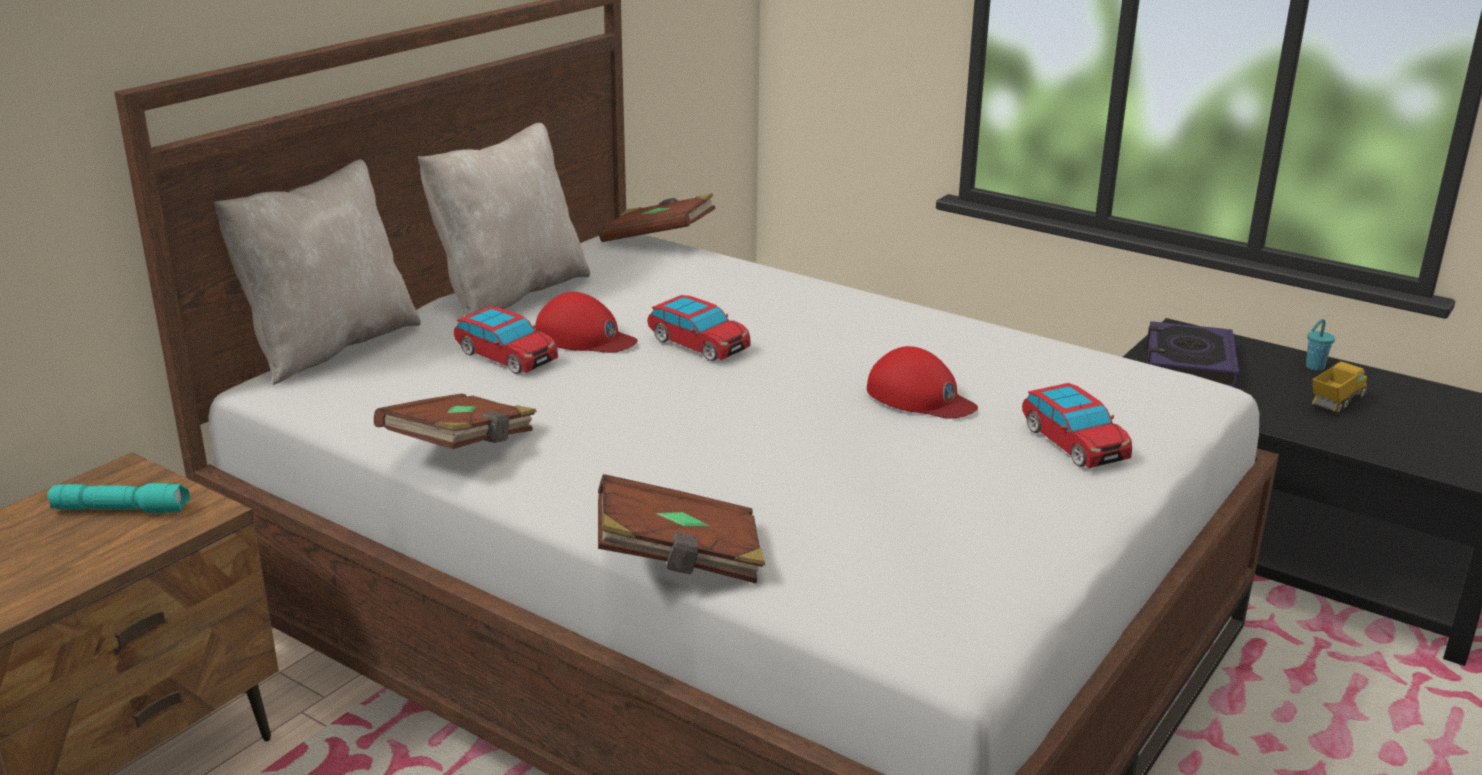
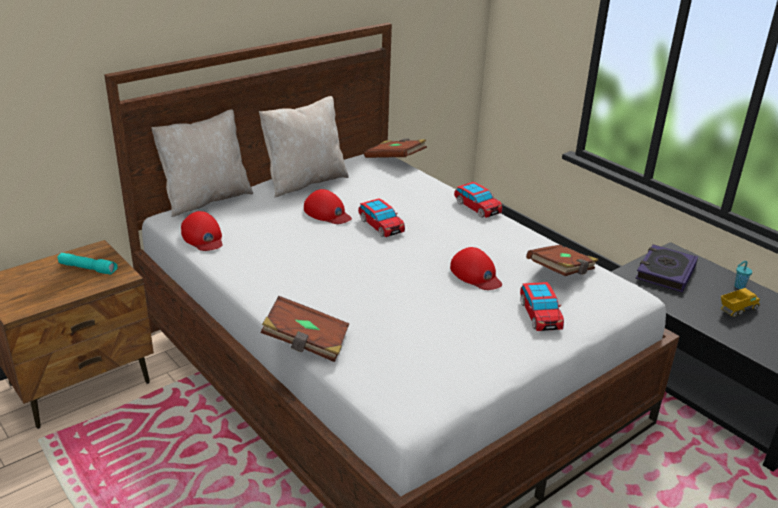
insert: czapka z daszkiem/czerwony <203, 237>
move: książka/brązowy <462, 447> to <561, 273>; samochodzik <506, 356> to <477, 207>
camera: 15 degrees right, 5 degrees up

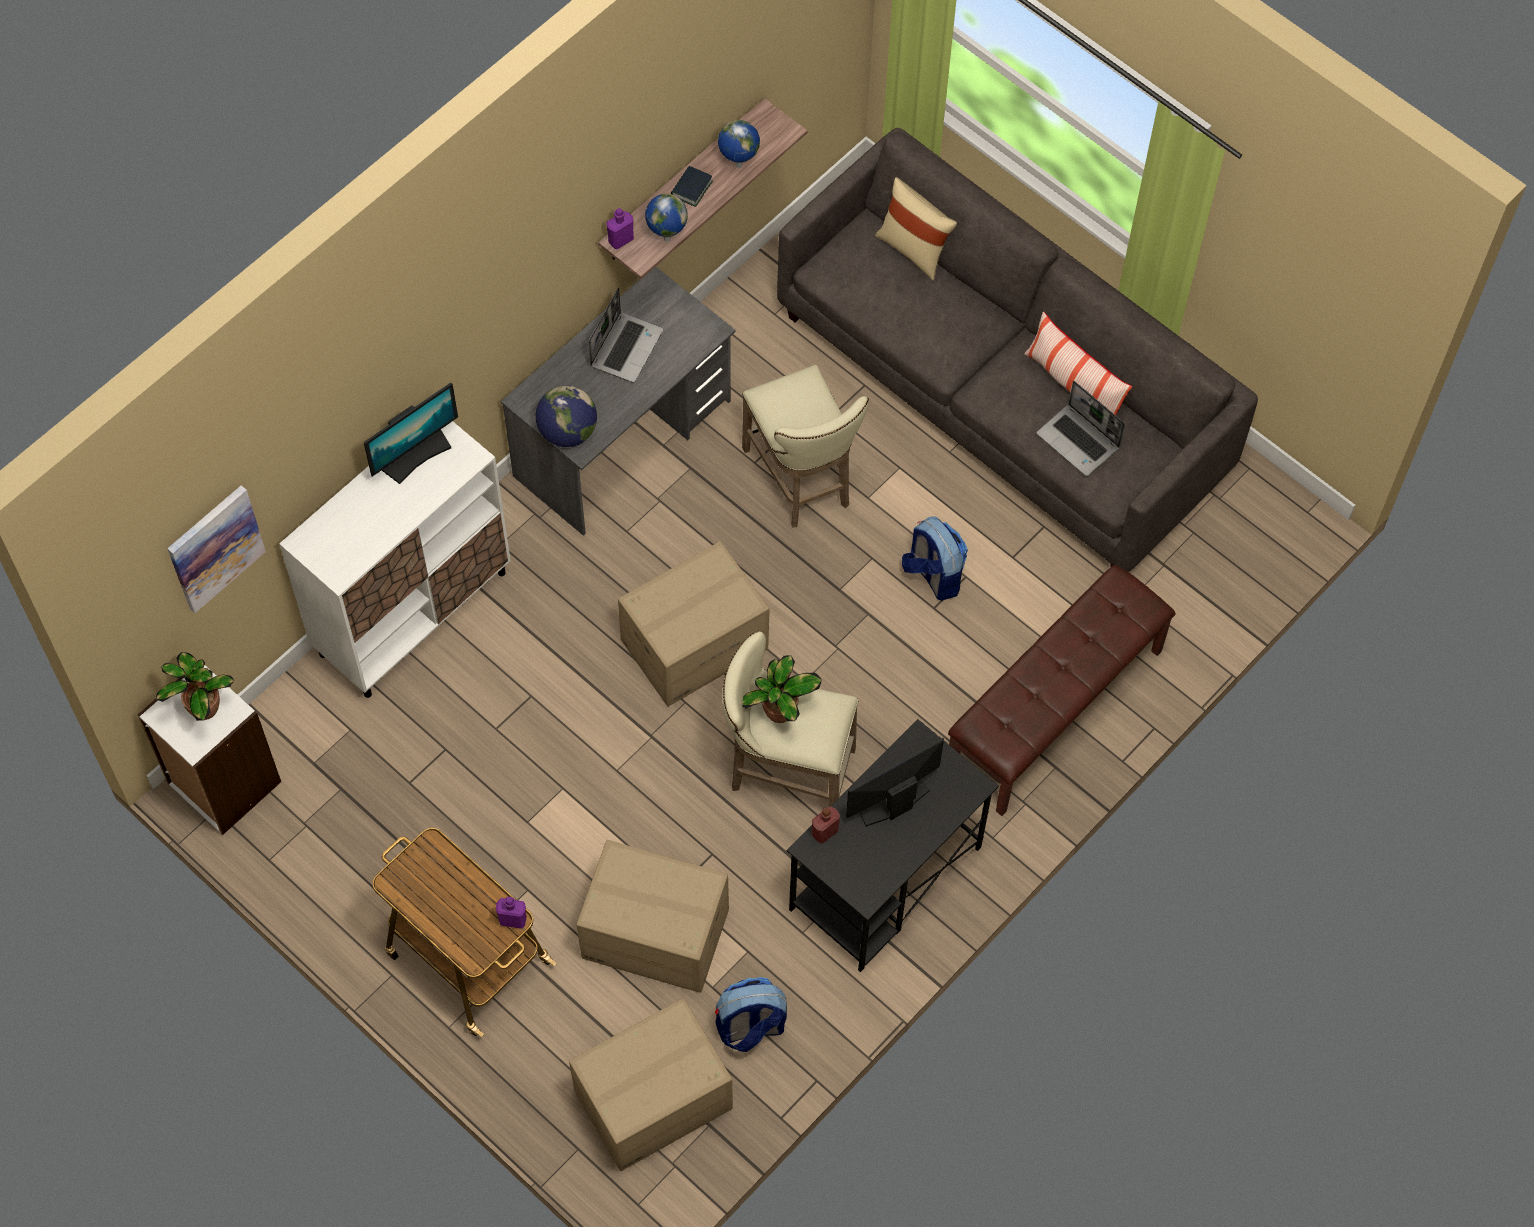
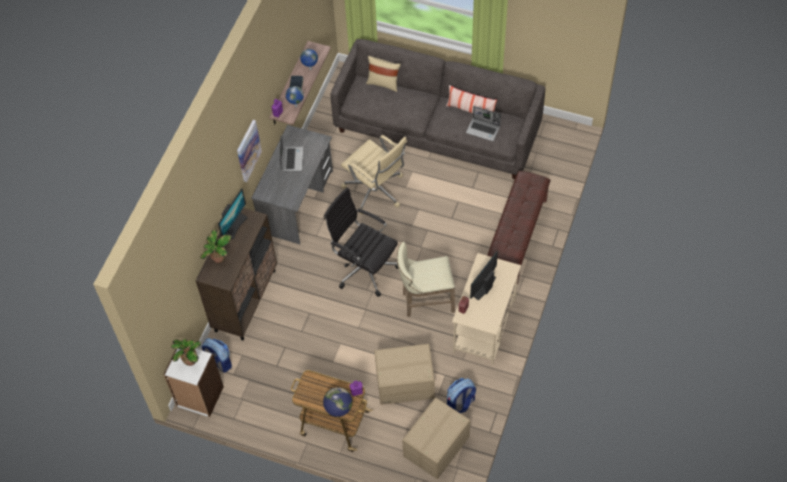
move: obraz <215, 547> to <248, 150>; globus <567, 432> to <338, 408>; roślina doniczkowa <779, 713> to <219, 258>; plecak <933, 575> to <218, 362>
replace: karton <694, 643> to krzesło biurowe/czarny <364, 267>; stołek/beżowy <801, 481> to krzesło biurowe/beżowy <376, 191>
recolor: szafka/biały <414, 613> to szafka/brązowy <245, 300>; biurko/czarny <884, 879> to biurko/beżowy <484, 326>
camera: 20 degrees left, 5 degrees down

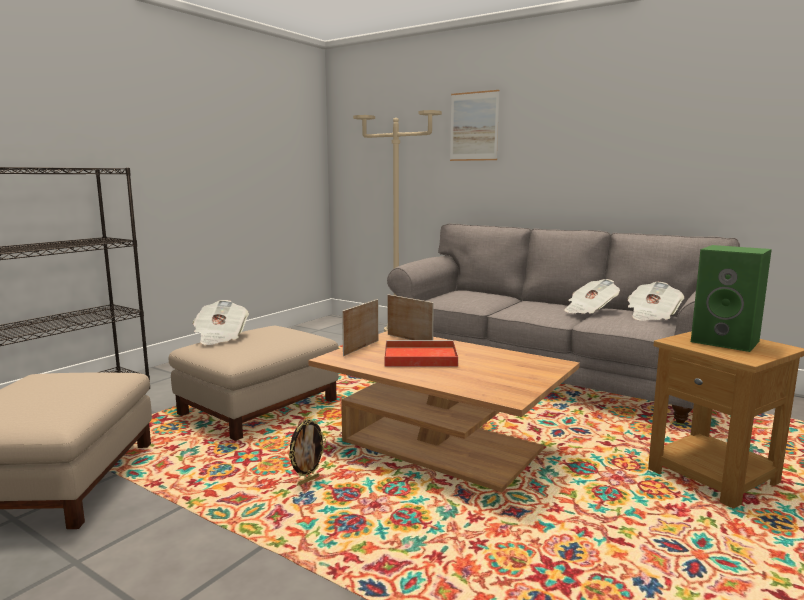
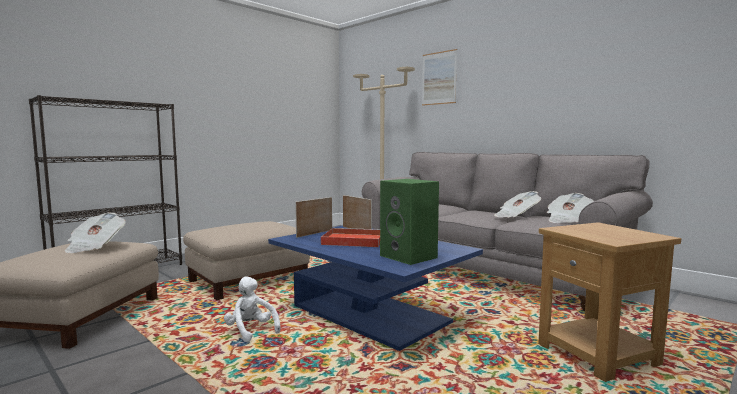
move: gazeta <220, 337> to <94, 247>; głośnik/zielony <727, 341> to <410, 257>
replace: ramka na zdjęcie <308, 481> to pluszak/biały <251, 331>
recolor: ława/brązowy <441, 446> to ława/niebieski <370, 314>
camera: 10 degrees right, 5 degrees down

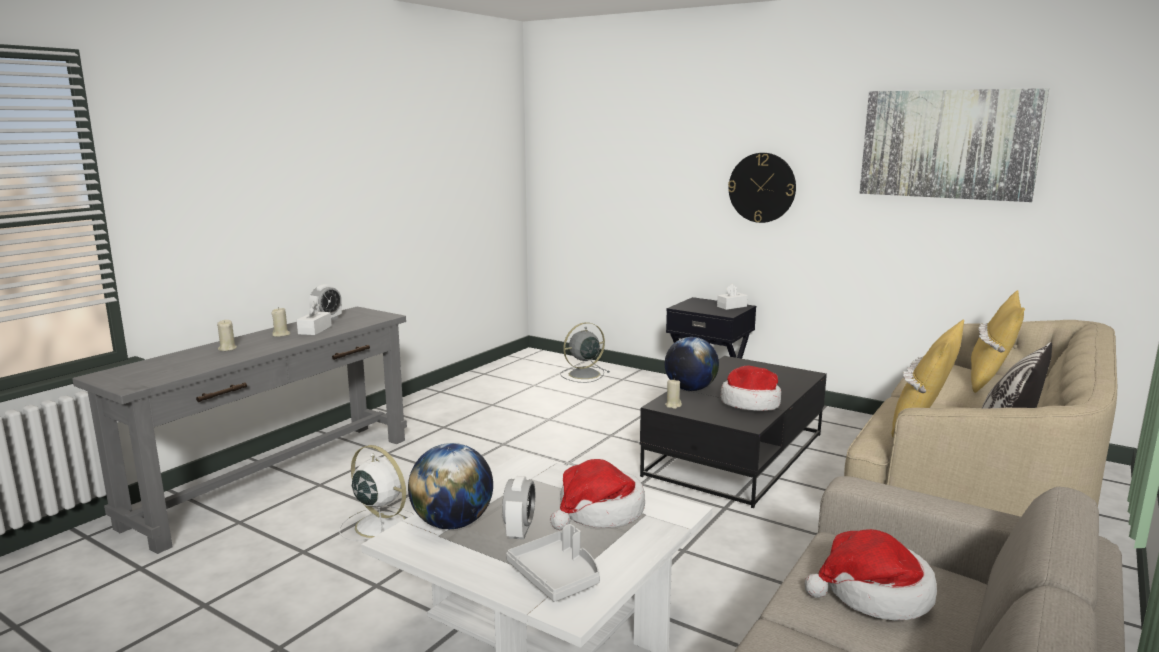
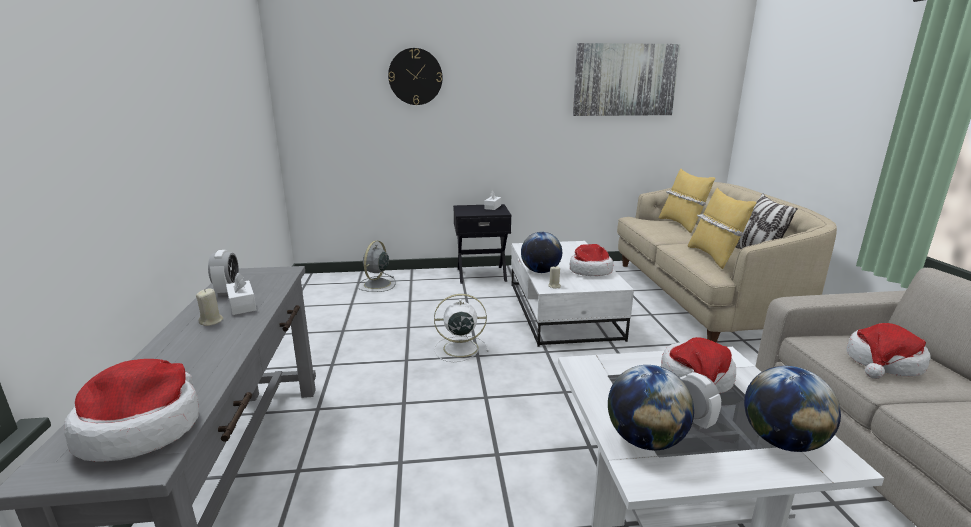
delete: świeca/beżowy <227, 349>
insert: kapelusz <143, 428>
move: wentylator/biały <379, 524> to <459, 348>; zegar ścienny <762, 187> to <415, 77>
replace: taca/szary <557, 576> to globus <782, 441>
recolor: ława/czarny <735, 455> to ława/biały <563, 310>
camera: 40 degrees left, 5 degrees up

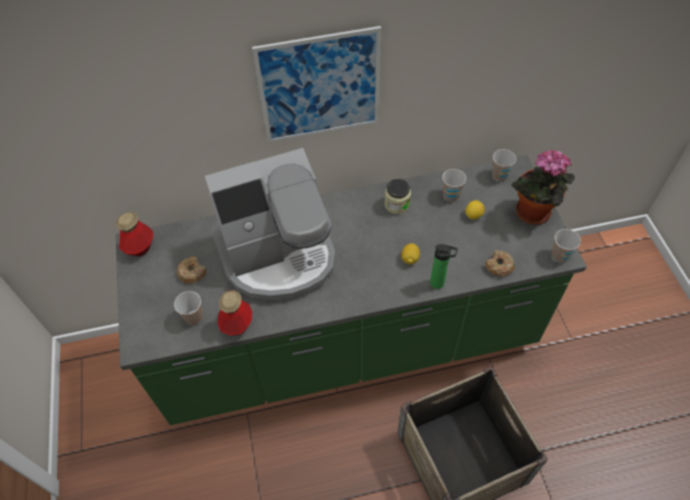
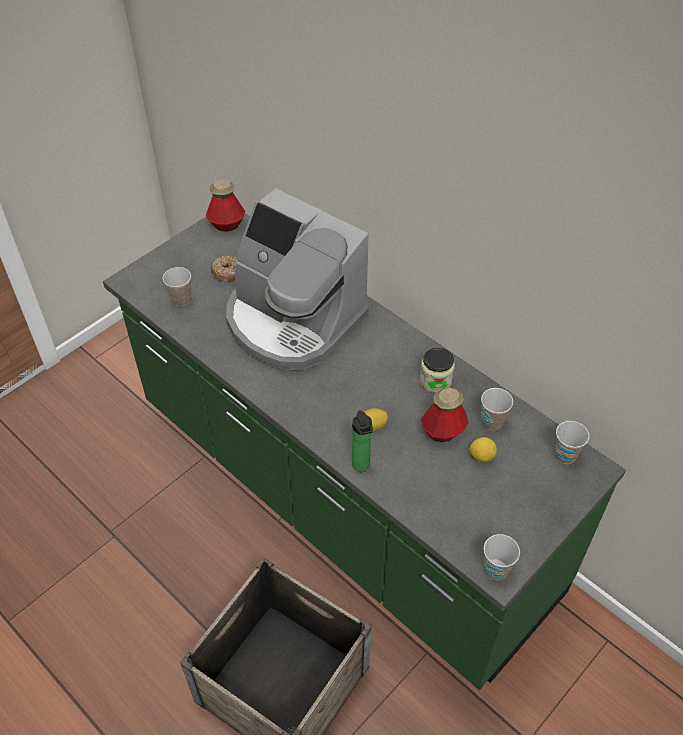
delete: obraz <320, 87>; donut <499, 266>; roślina doniczkowa <532, 214>
move: butelka <237, 324> to <443, 431>
camera: 55 degrees right, 5 degrees down

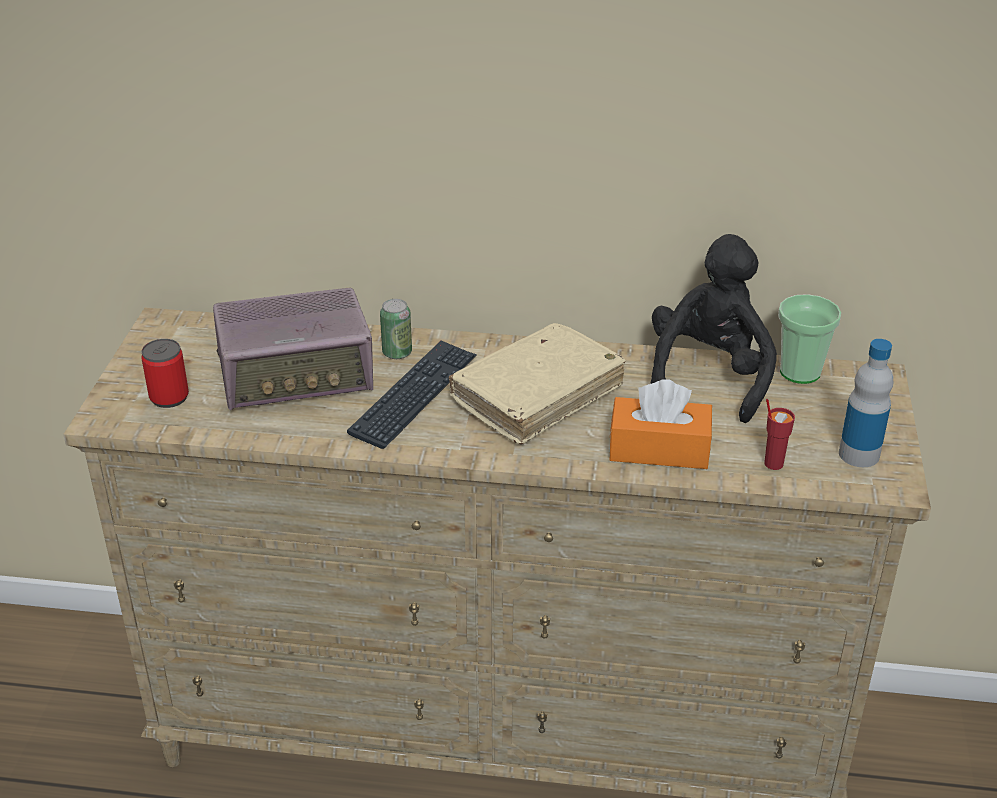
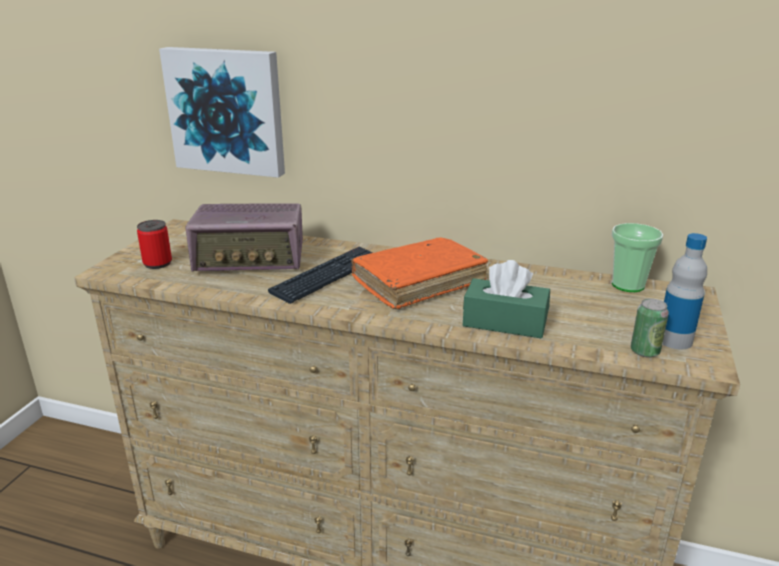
delete: pluszak/czarny <709, 377>; filiżanka/czerwony <773, 463>
insert: obraz <227, 111>
move: puszka <397, 353> to <644, 351>
recolor: książka/beżowy <537, 395> to książka/pomarańczowy <419, 282>; pudełko chusteczek/pomarańczowy <659, 449> to pudełko chusteczek/zielony <505, 322>
camera: 10 degrees right, 10 degrees down

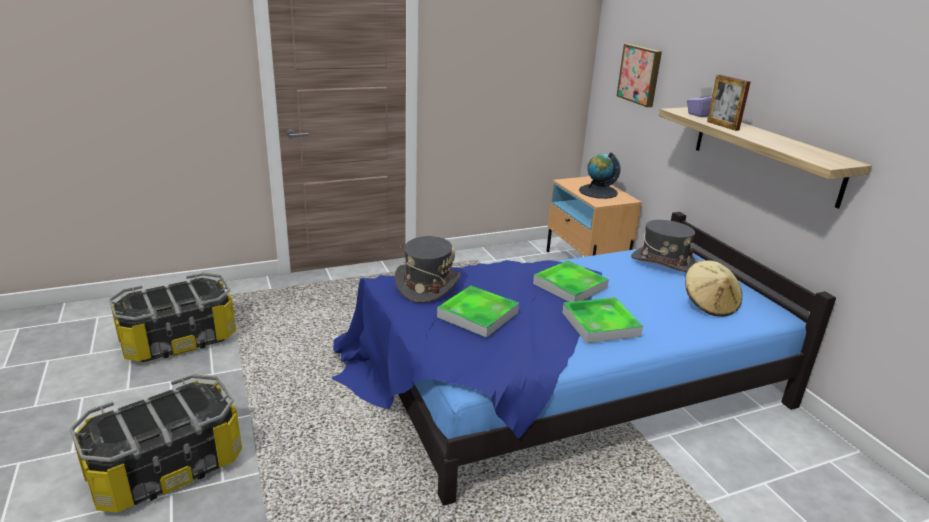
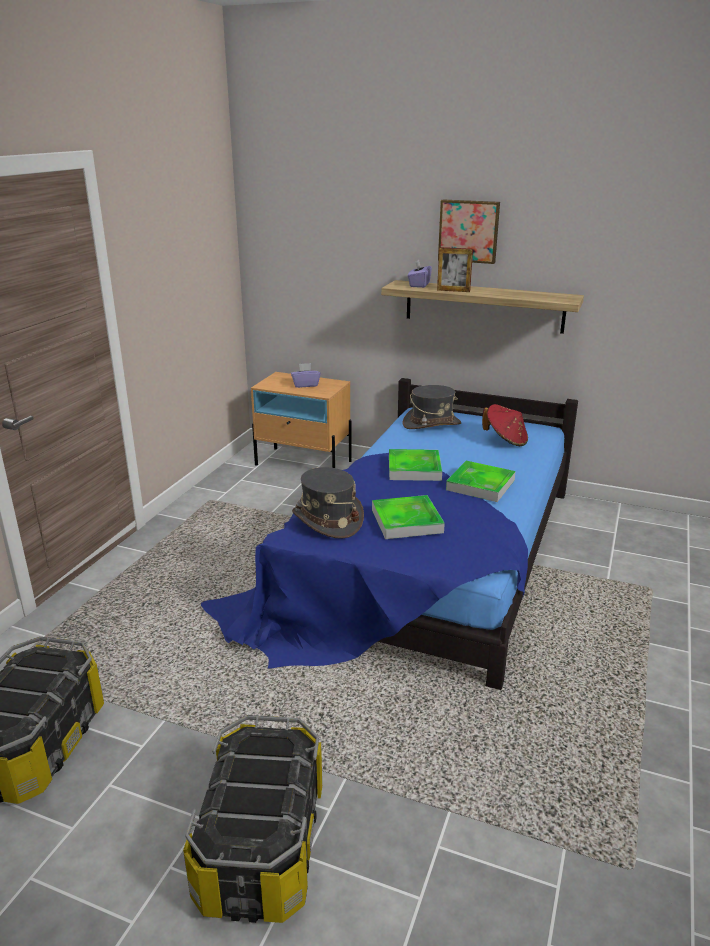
move: obraz <640, 74> to <469, 231>
replace: globus <598, 191> to pudełko chusteczek/fioletowy <305, 385>
recolor: kapelusz/beżowy <709, 304> to kapelusz/czerwony <505, 440>
camera: 45 degrees left, 0 degrees up

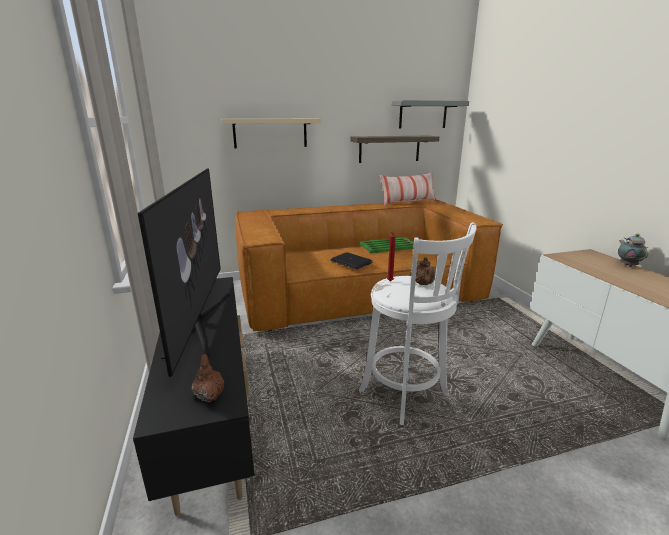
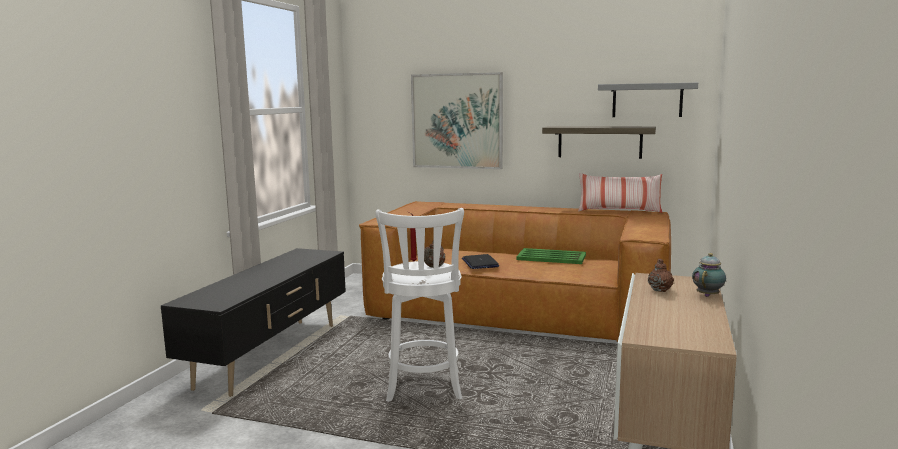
delete: telewizor <200, 322>
move: imbryk/brązowy <209, 395> to <659, 290>
replace: półka/beżowy <270, 133> to obraz <457, 121>
camera: 35 degrees right, 10 degrees down

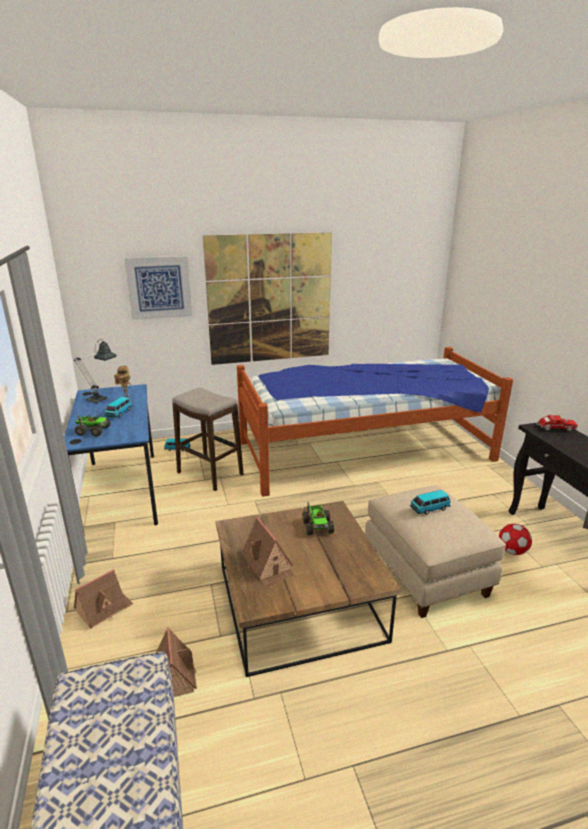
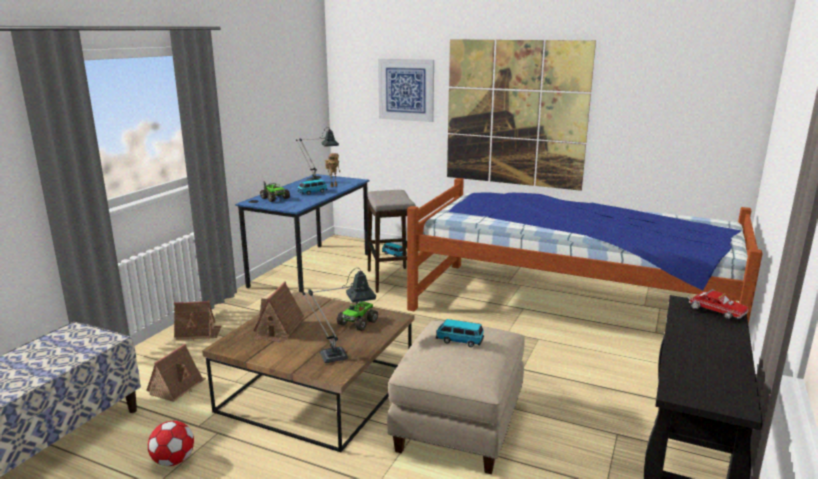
insert: lampa stołowa <341, 355>
move: piłka futbolowa <512, 551> to <173, 461>
camera: 40 degrees right, 5 degrees down

